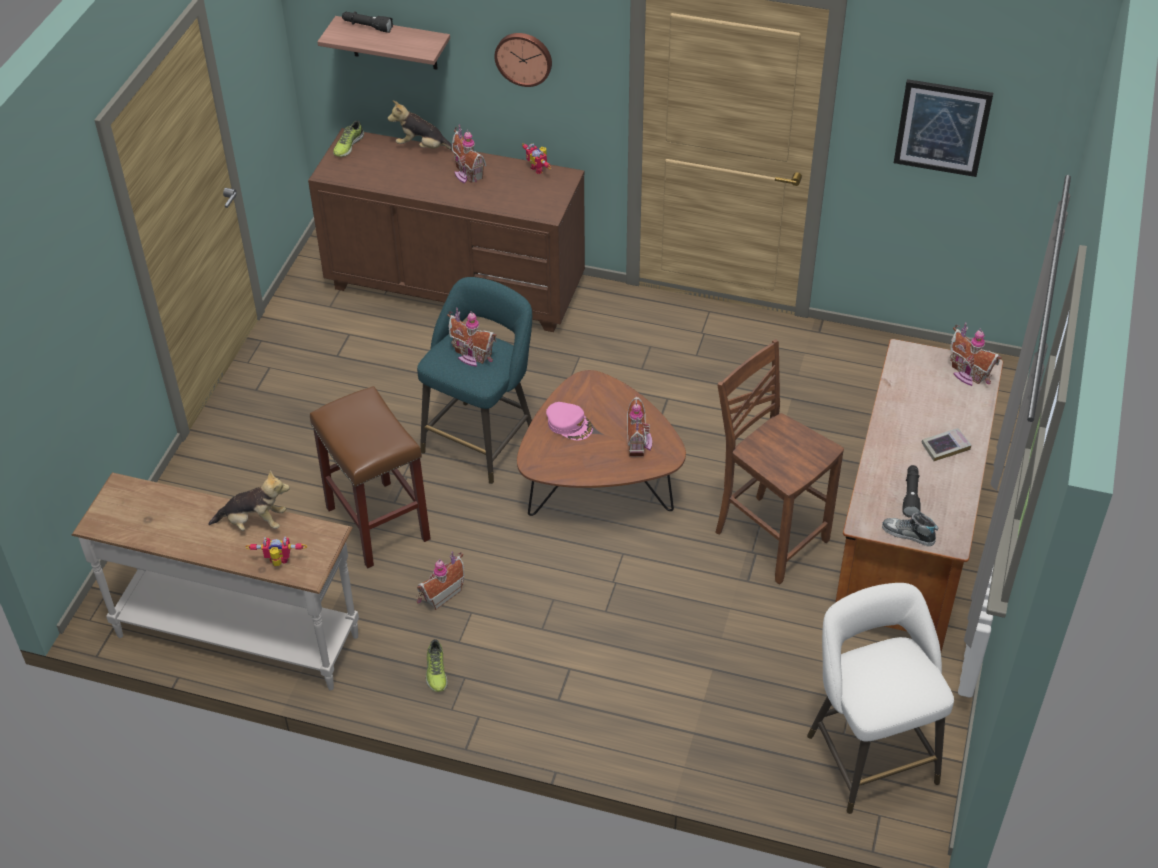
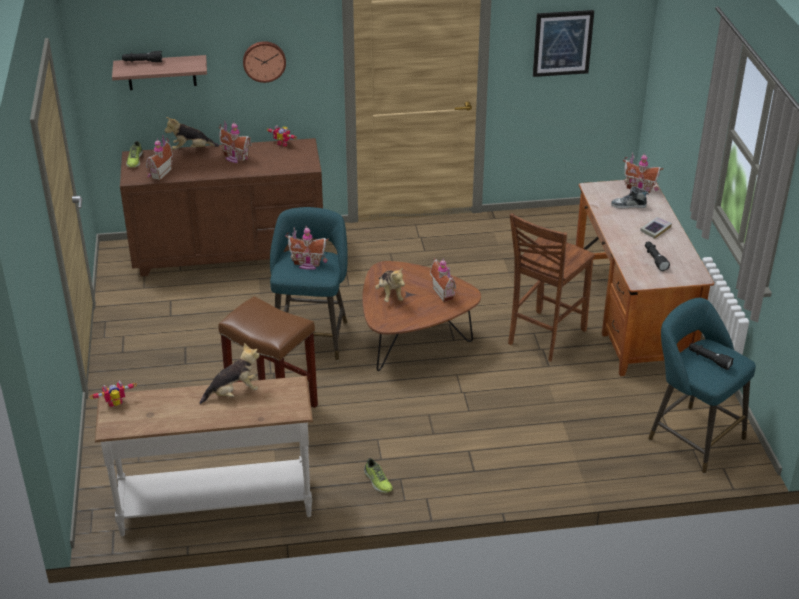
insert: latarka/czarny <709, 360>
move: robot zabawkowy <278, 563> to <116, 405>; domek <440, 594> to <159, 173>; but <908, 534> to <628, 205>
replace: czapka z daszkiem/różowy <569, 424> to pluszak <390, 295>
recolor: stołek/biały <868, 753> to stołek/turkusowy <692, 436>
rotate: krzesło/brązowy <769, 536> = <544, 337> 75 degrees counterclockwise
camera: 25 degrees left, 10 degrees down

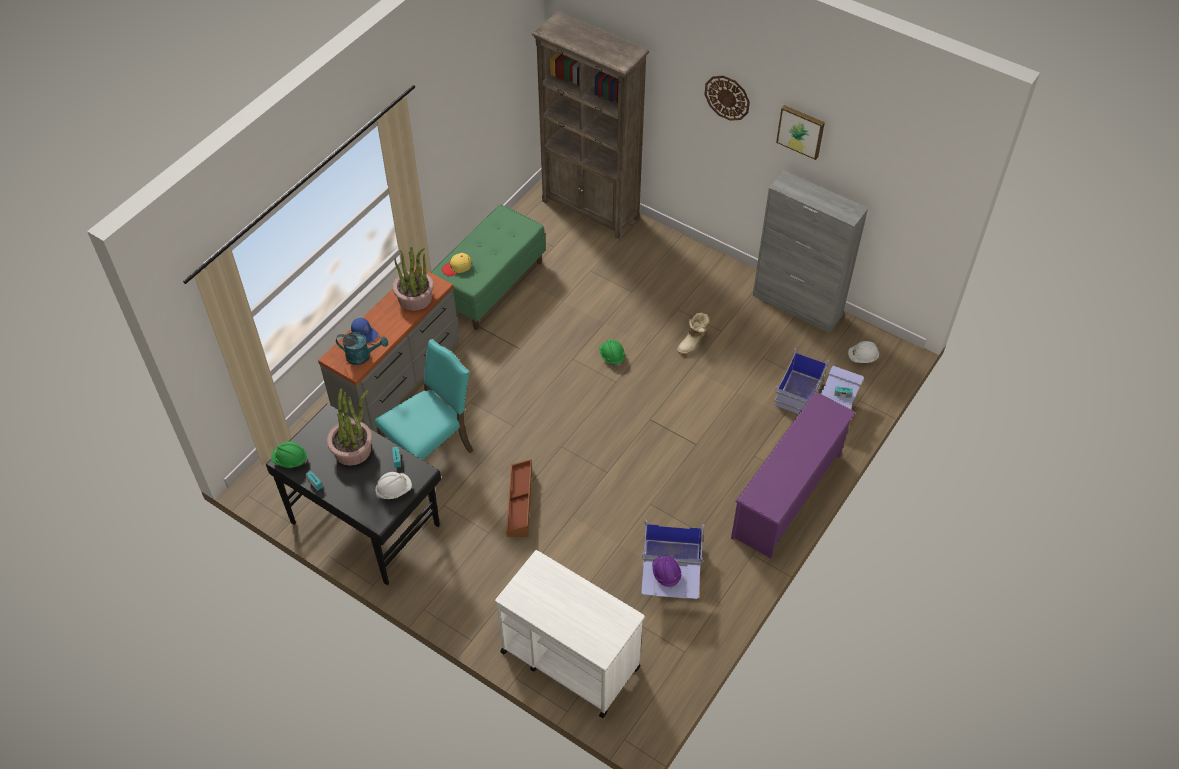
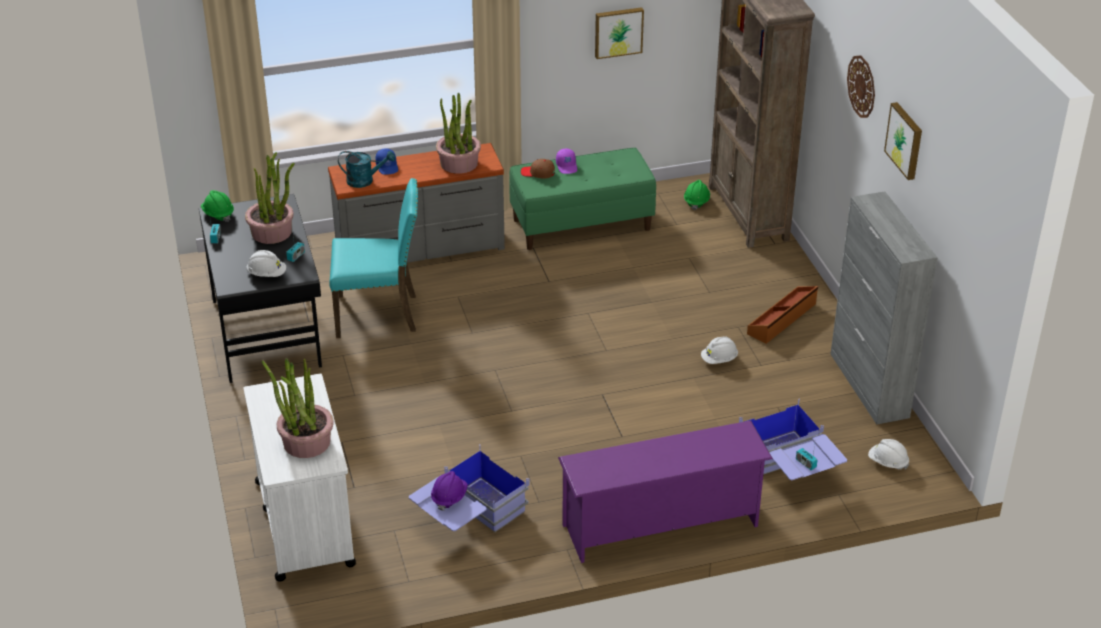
insert: roślina doniczkowa <306, 442>; czapka z daszkiem/fioletowy <567, 166>; obraz <618, 32>
move: pojemnik do przechowywania/brązowy <520, 503> to <782, 319>; kask/zielony <611, 356> to <696, 201>
replace: but z cholewką <693, 343> to kask/biały <719, 360>
recolor: czapka z daszkiem/żółty <457, 267> to czapka z daszkiem/brązowy <538, 173>
rotate: konewka/turkusowy <362, 356> = <365, 181> 45 degrees counterclockwise
camera: 40 degrees right, 15 degrees down

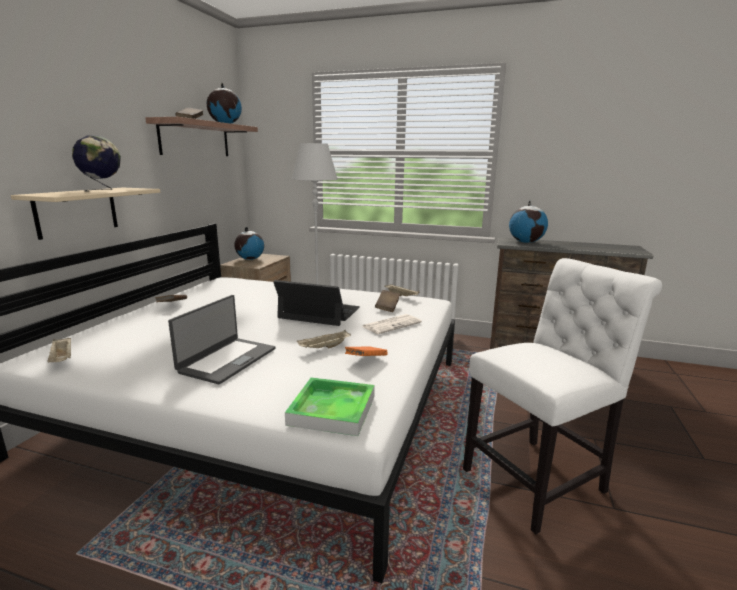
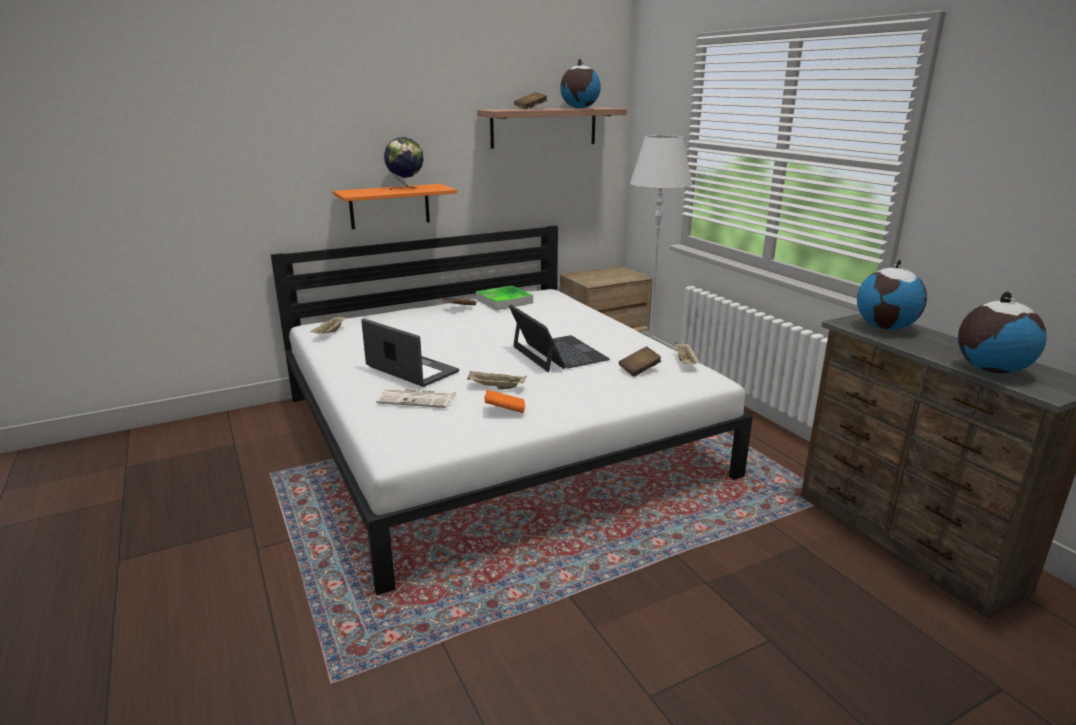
delete: krzesło/biały <539, 479>
move: globus <250, 259> to <990, 370>; taca <332, 410> to <504, 301>; gazeta <392, 324> to <418, 398>
recolor: półka/beżowy <77, 212> to półka/pomarańczowy <389, 206>
rotate: laptop <227, 360> = <411, 370> 120 degrees counterclockwise
camera: 45 degrees right, 5 degrees up

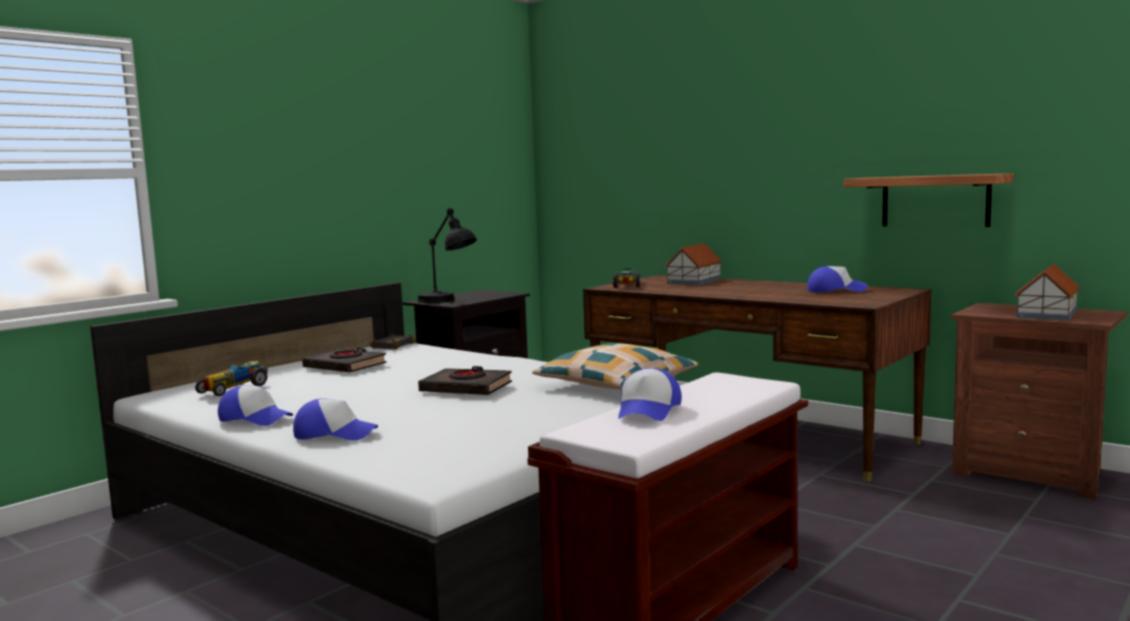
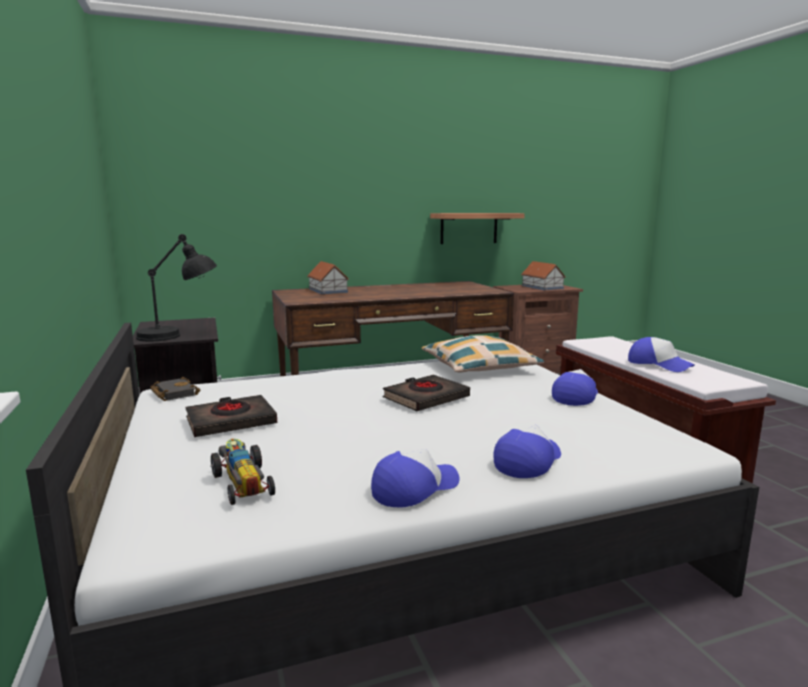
delete: samochodzik <627, 285>
move: czapka z daszkiem <835, 290> to <575, 396>
camera: 60 degrees left, 5 degrees up

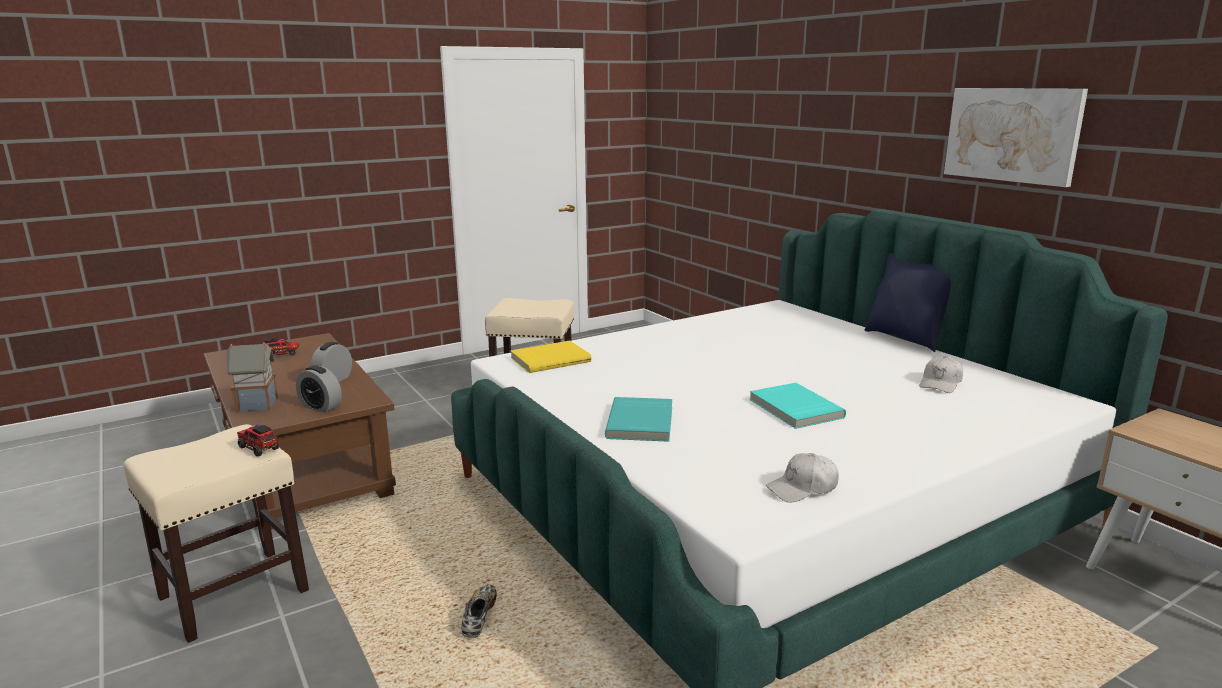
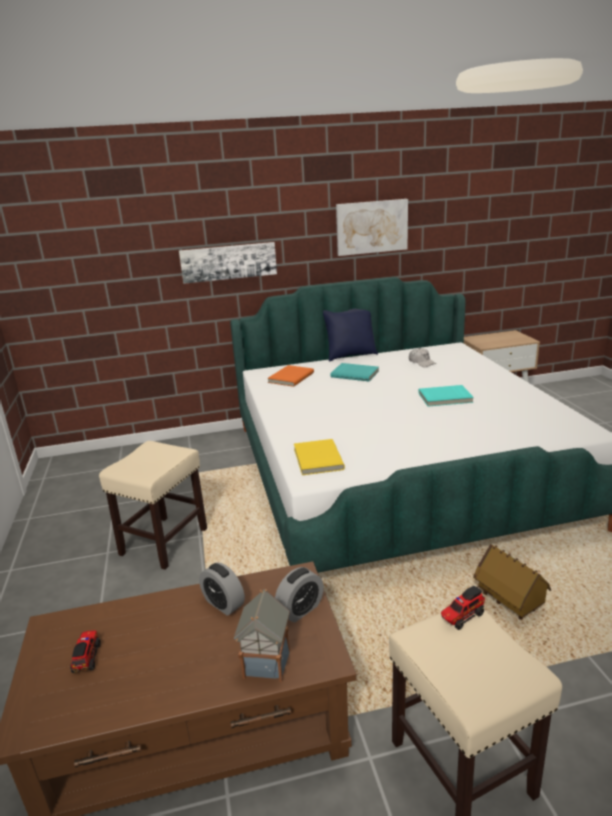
delete: czapka z daszkiem/biały <802, 488>
insert: obraz <228, 262>; książka/pomarańczowy <290, 377>
move: książka/turkusowy <642, 422> to <355, 374>
replace: but <479, 617> to domek <508, 603>
camera: 70 degrees left, 5 degrees up

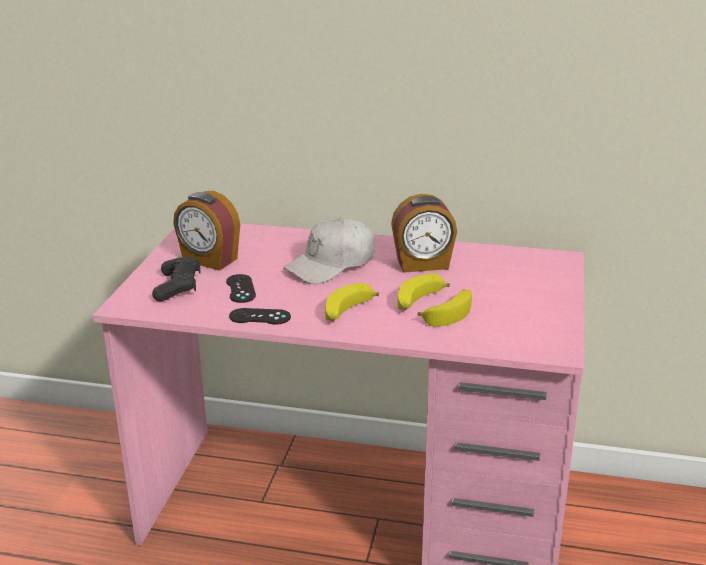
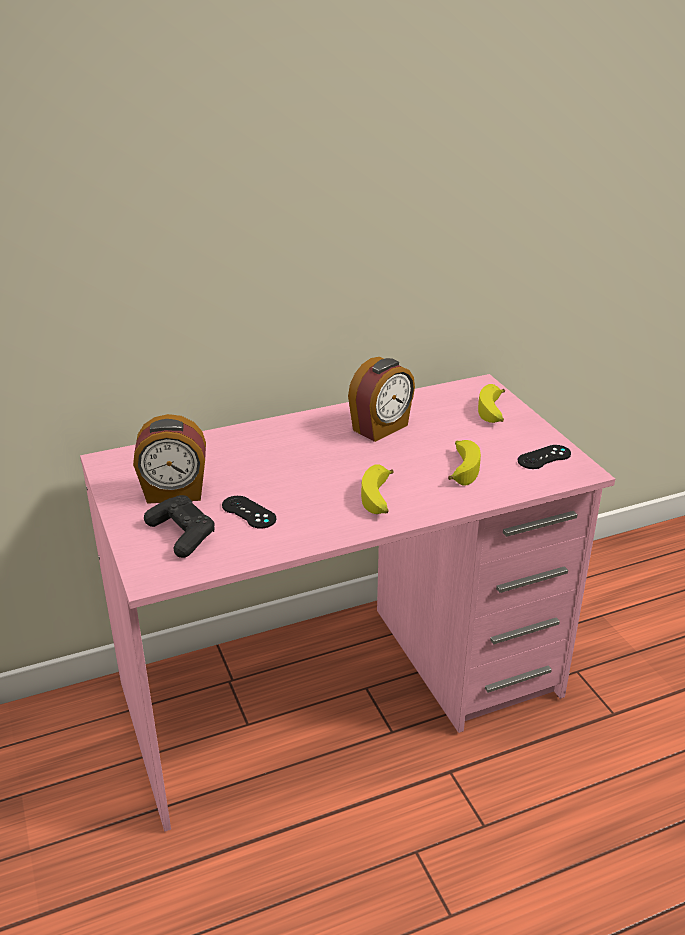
delete: czapka z daszkiem/biały <331, 265>
move: pad do gier/czarny <259, 317> to <544, 457>; banan <419, 302> to <493, 412>
camera: 35 degrees left, 5 degrees up

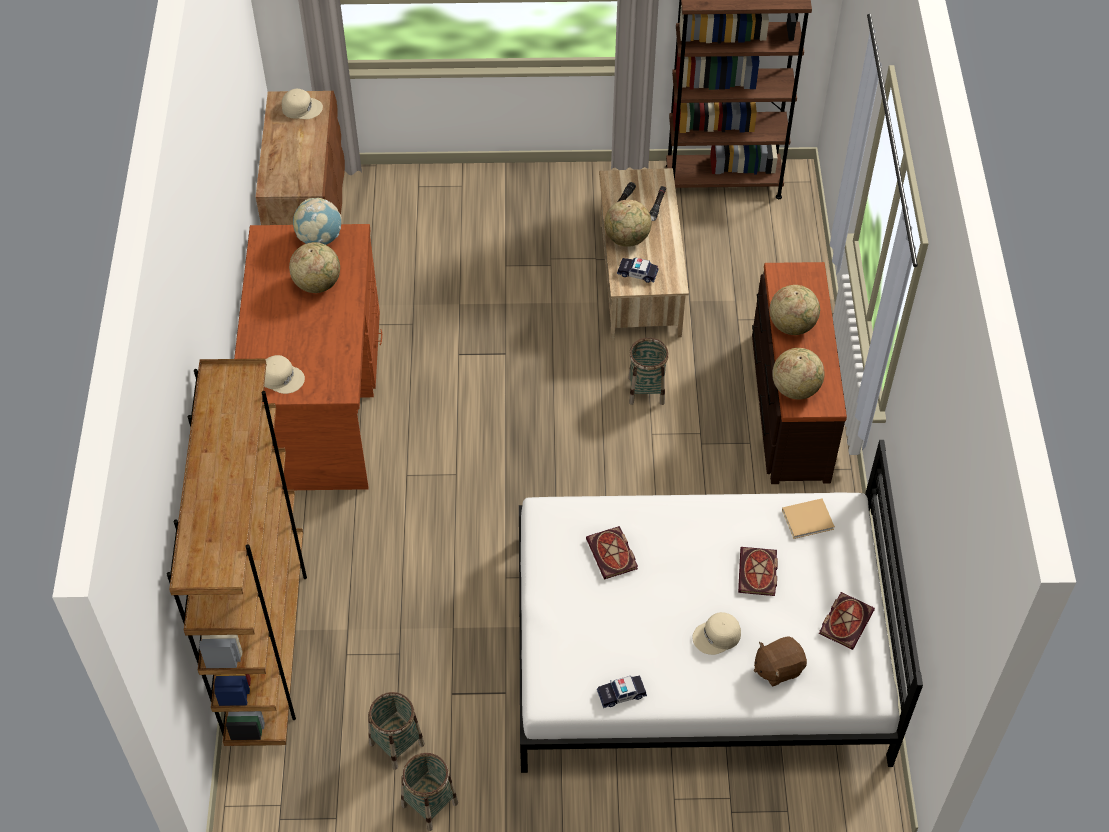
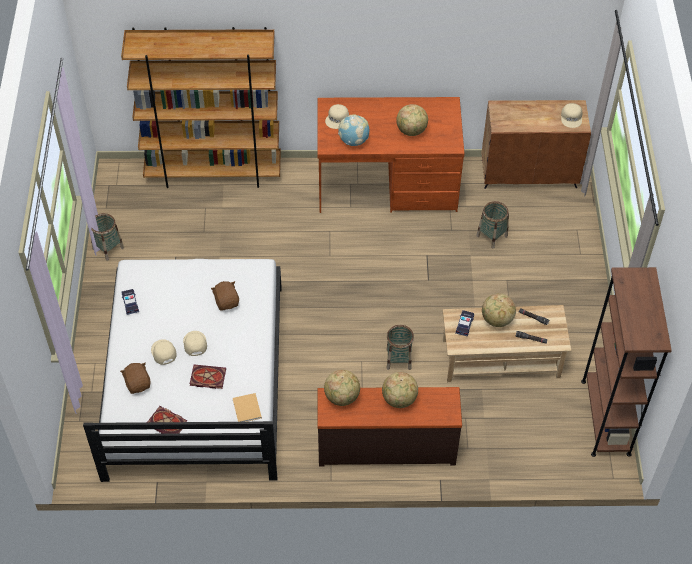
insert: czapka z daszkiem/beżowy <194, 344>
move: globus <319, 238> to <353, 141>; koszyk <396, 744> to <492, 236>
replace: książka <613, 555> to pluszak/brązowy <227, 301>
camera: 90 degrees right, 0 degrees up

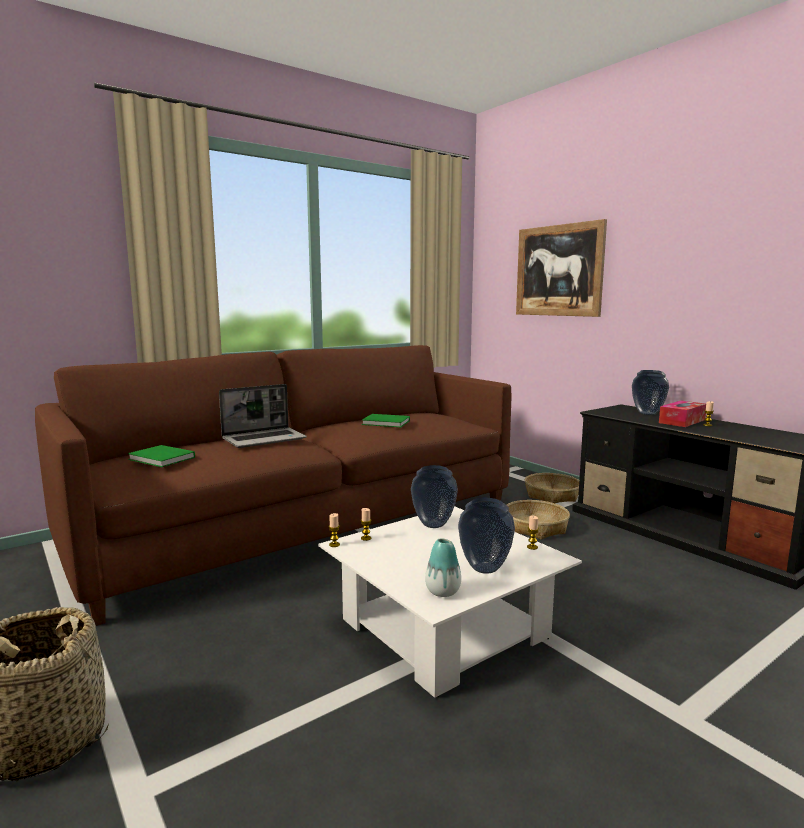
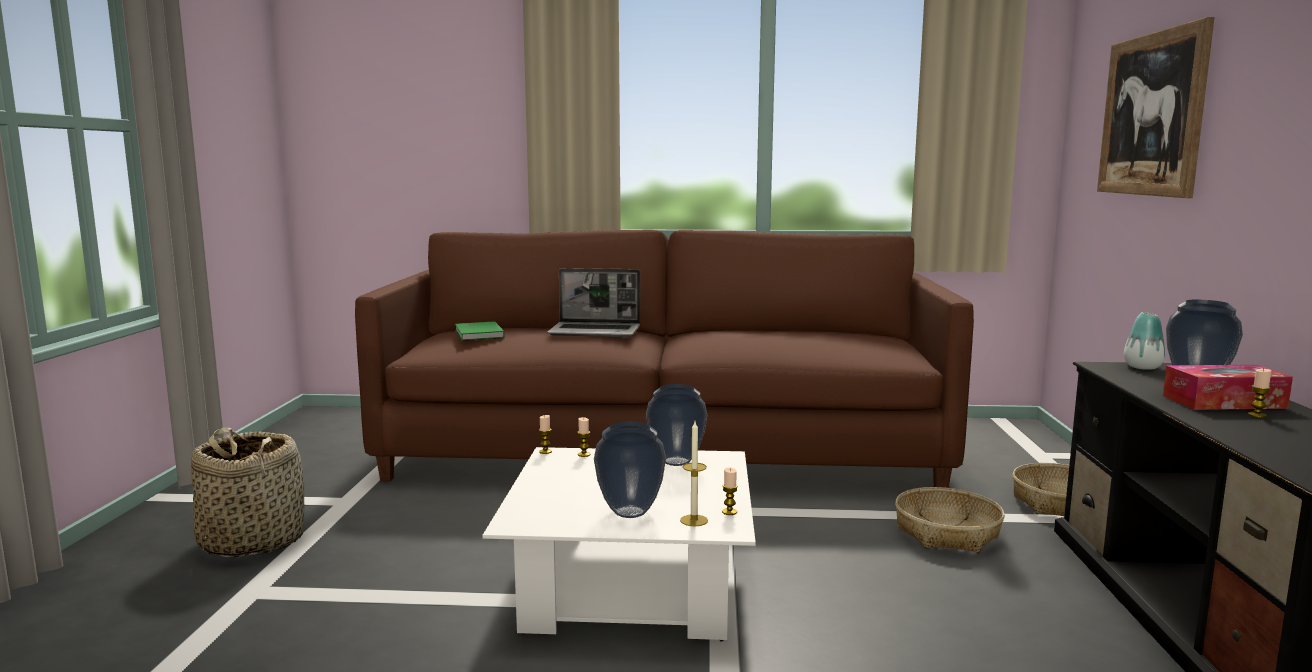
delete: książka/zielony <387, 423>
insert: świeca <694, 520>
move: wazon <443, 592> to <1142, 367>
camera: 40 degrees right, 0 degrees up

